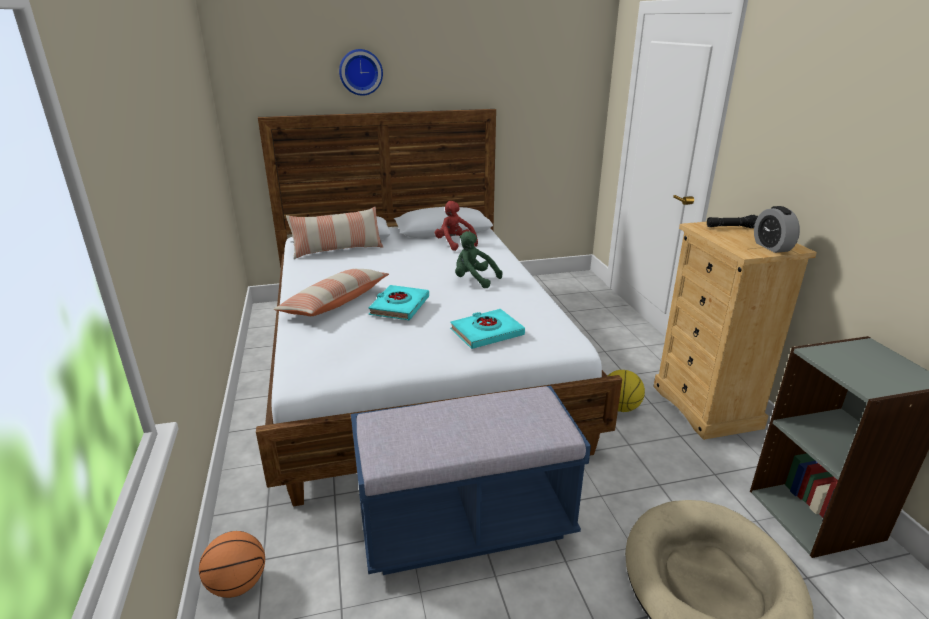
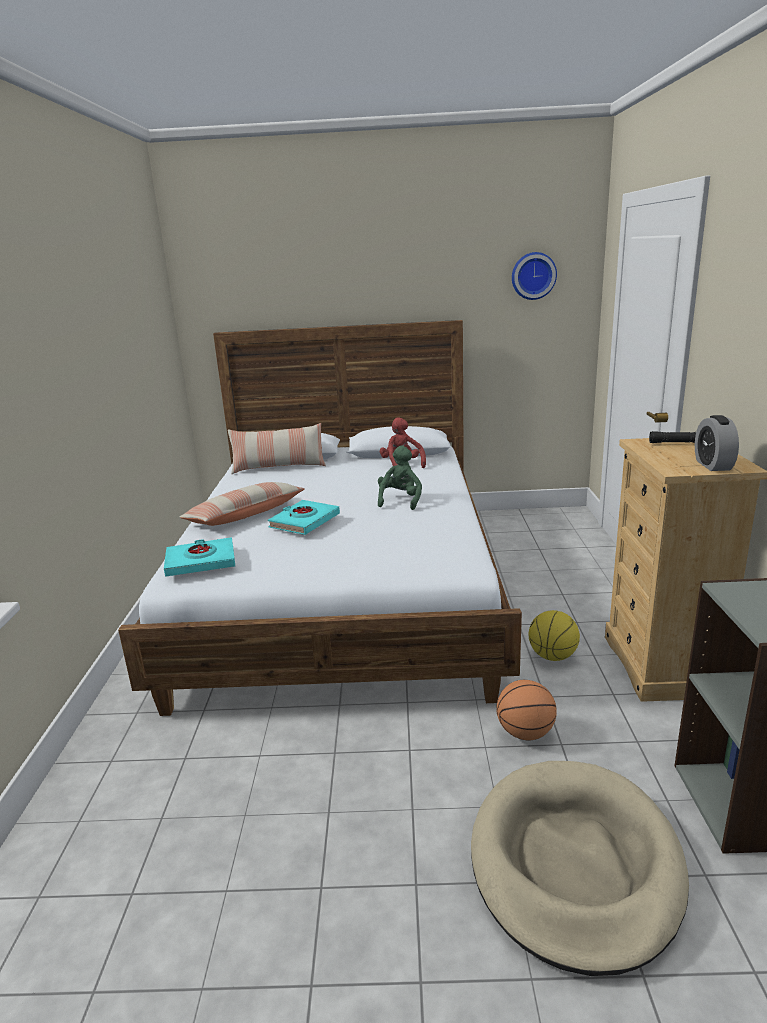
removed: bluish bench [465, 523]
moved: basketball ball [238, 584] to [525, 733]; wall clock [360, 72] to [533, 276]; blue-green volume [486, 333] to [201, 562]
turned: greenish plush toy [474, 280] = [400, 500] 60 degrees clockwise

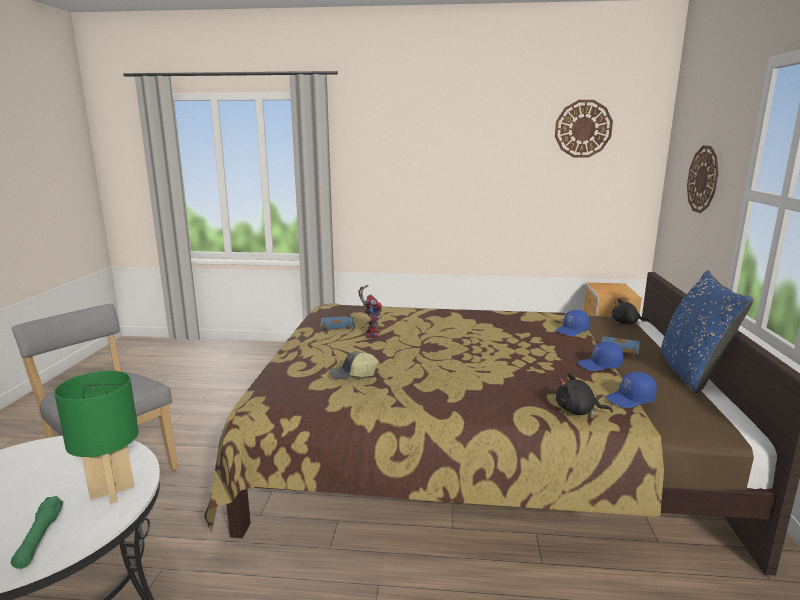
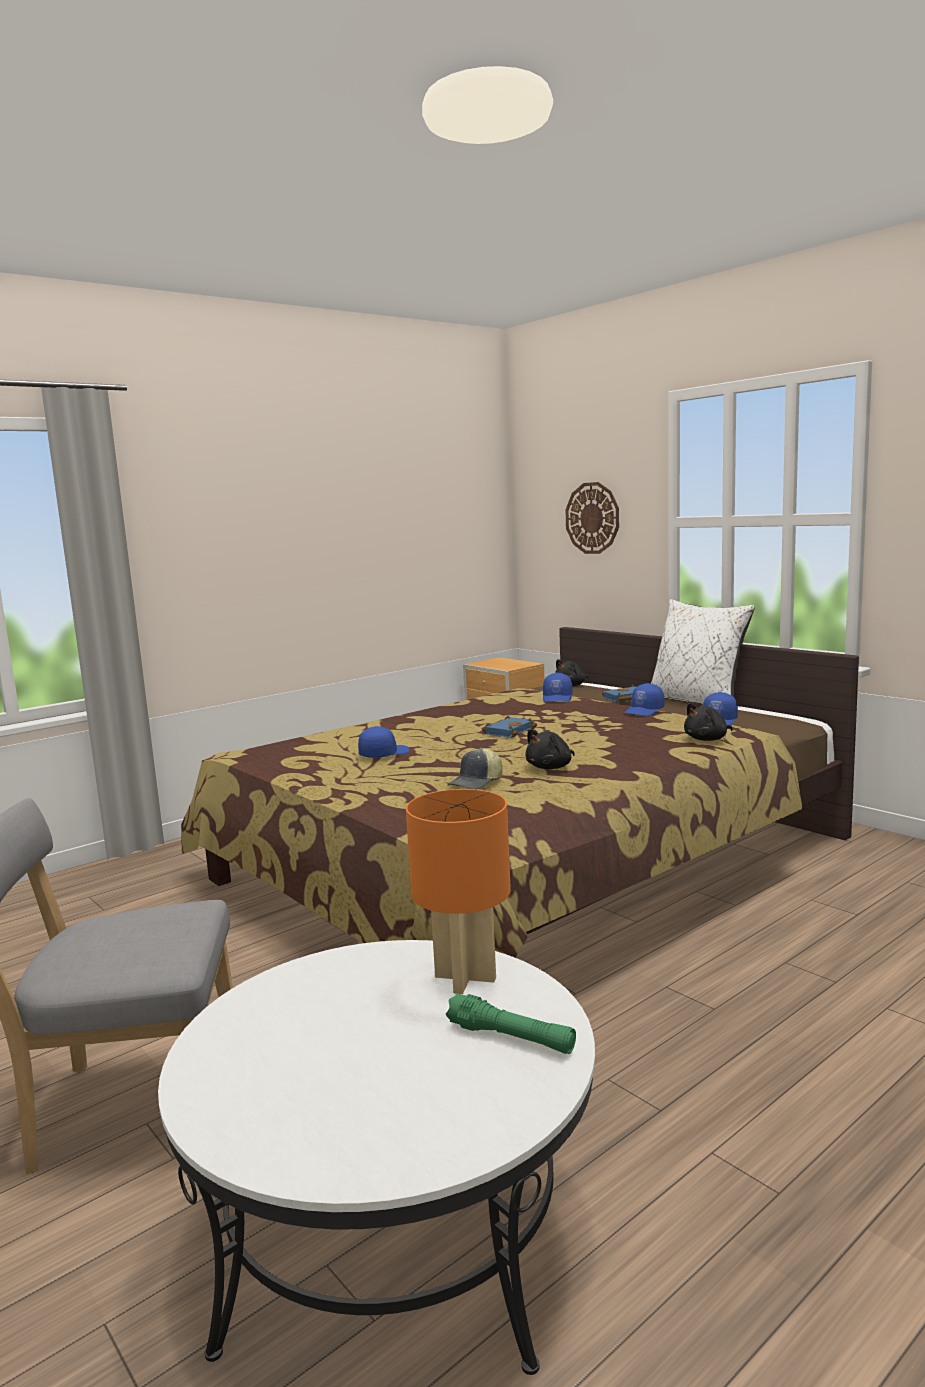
removed: wall clock [583, 129]
added: black plush toy [551, 767]
moved: bluish volume [337, 325] to [508, 731]
replaced: model robot [371, 334] to bluish peaked cap [384, 754]
recoloured: greenish lamp for a table [111, 492] to orangey lamp for a table [465, 978]; bluish cushion [691, 372] to whitish cushion [697, 700]

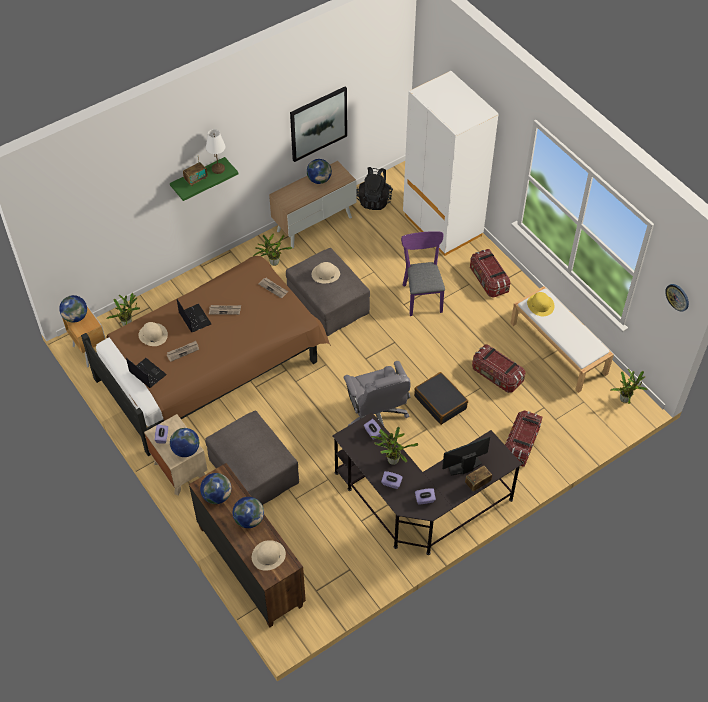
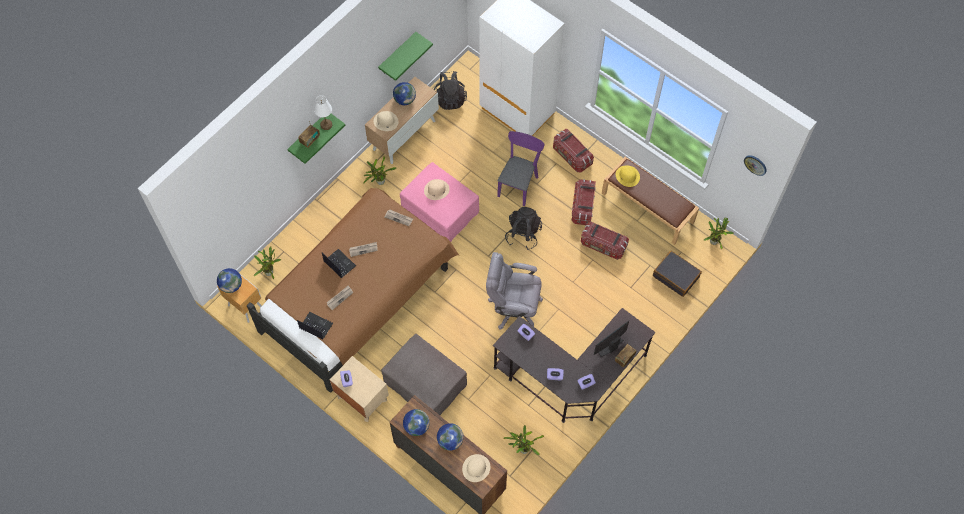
removed: world globe [186, 450]
added: black backpack [523, 234]
moved: beige clothing hat [153, 335] to [385, 121]; plant in a pot [392, 459] to [523, 449]; black travel case [440, 402] to [676, 276]; storage box [521, 444] to [583, 207]
replaced: wall art [318, 123] to greenish wall shelf [397, 54]
recoloured: gray ottoman [327, 303] to pinkish ottoman [439, 211]; whitish bench [559, 348] to brownish bench [648, 207]
turned: gray office chair [377, 416] = [513, 307] 135 degrees clockwise; purple-coloured plain chair [422, 295] = [519, 183] 45 degrees clockwise

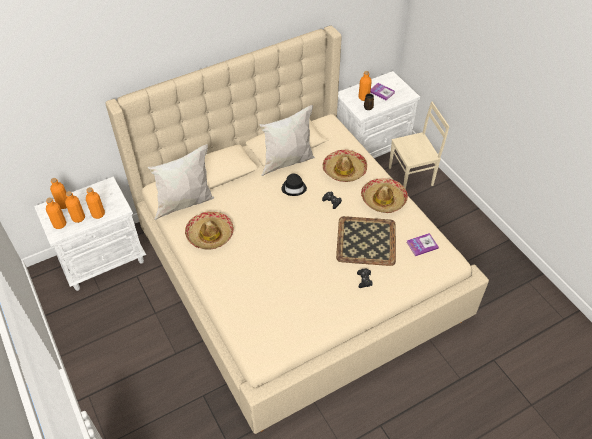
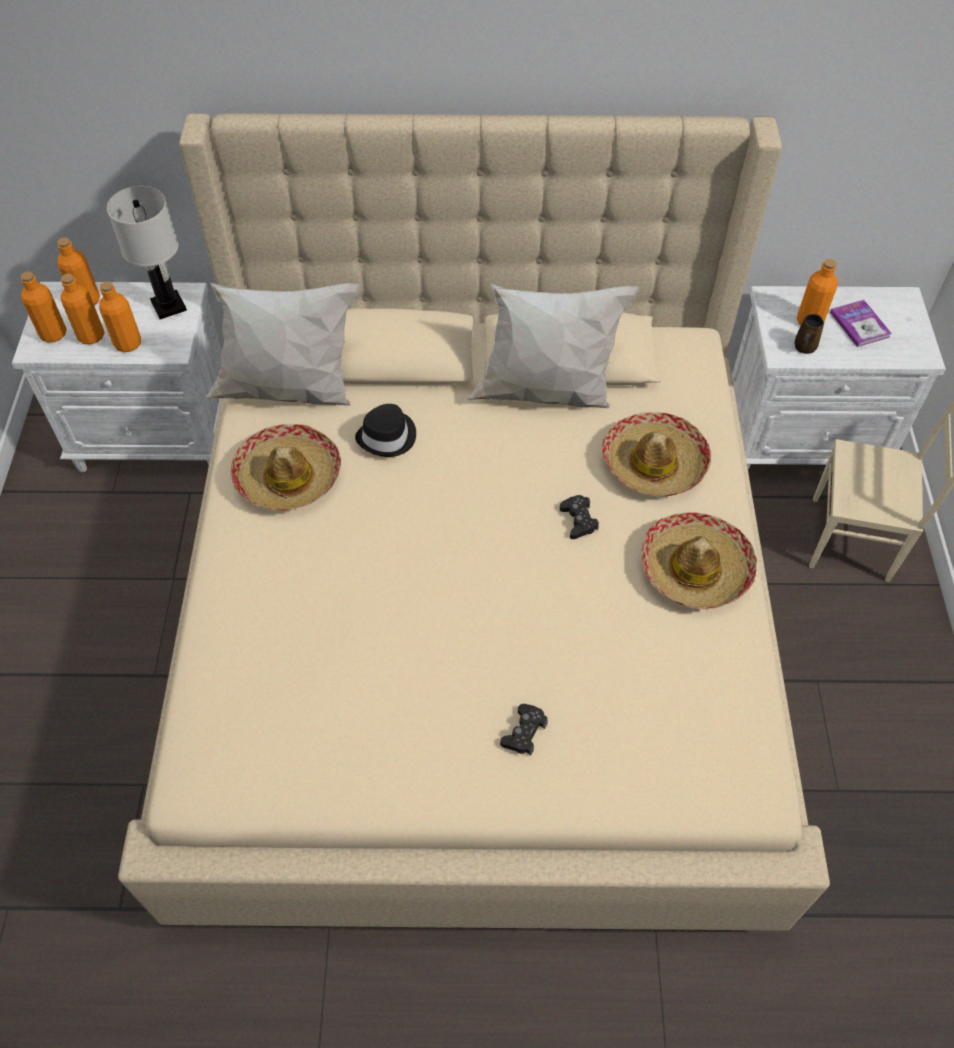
removed: serving tray [365, 240]; volume [422, 245]
added: whitish lamp for a table [168, 306]
moved: black clothing hat [294, 188] to [388, 437]

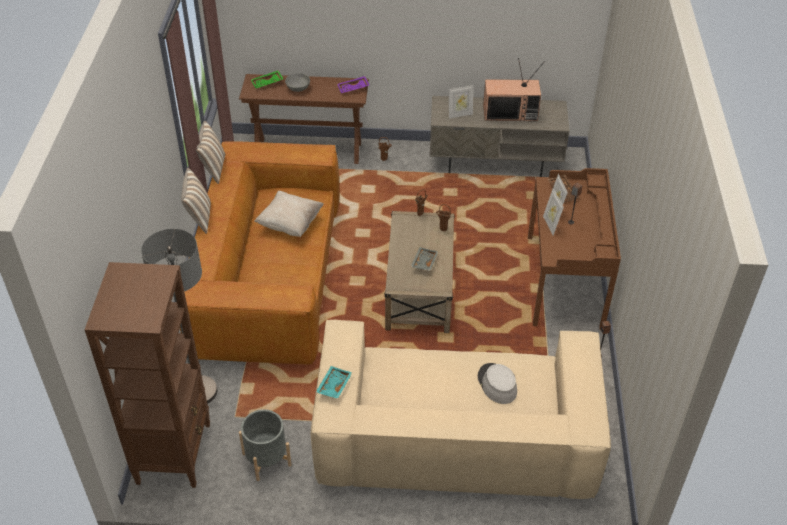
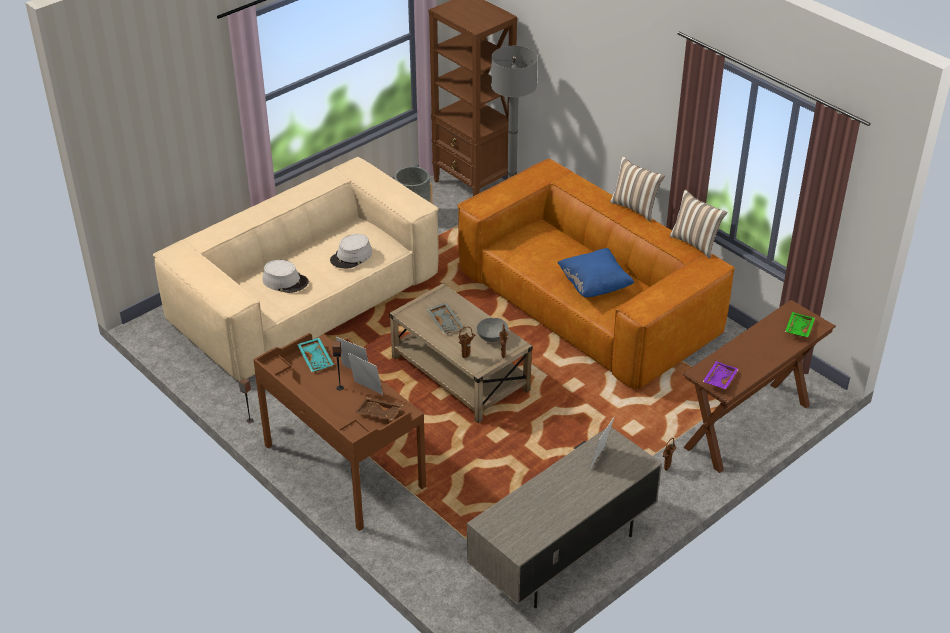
removed: television [510, 112]
added: gray clothing hat [351, 257]
moved: gray serving bowl [298, 88] to [492, 337]; blue-green serving tray [333, 385] to [316, 359]
recoloured: beige cushion [290, 224] to bluish cushion [594, 285]

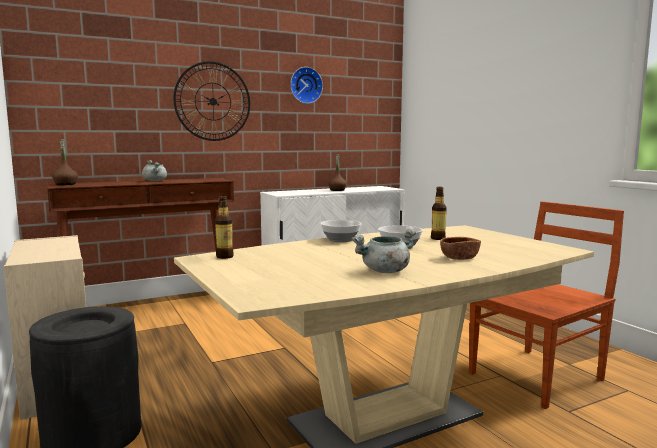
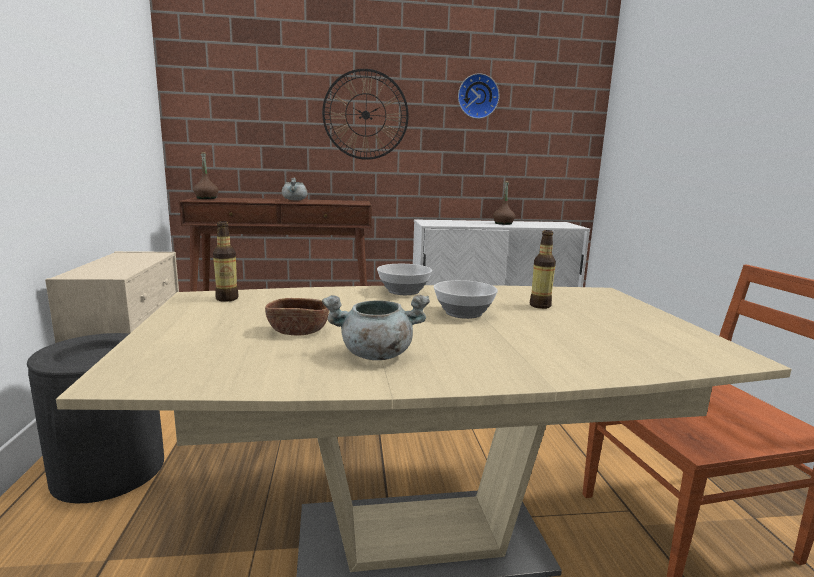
moved: brownish serving bowl [459, 258] to [298, 331]

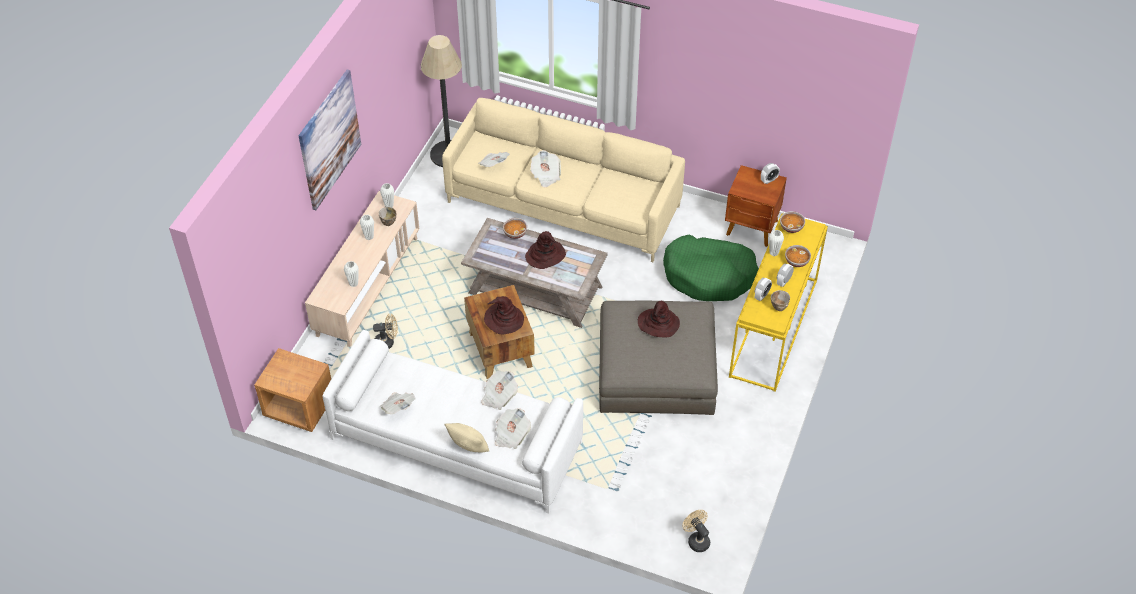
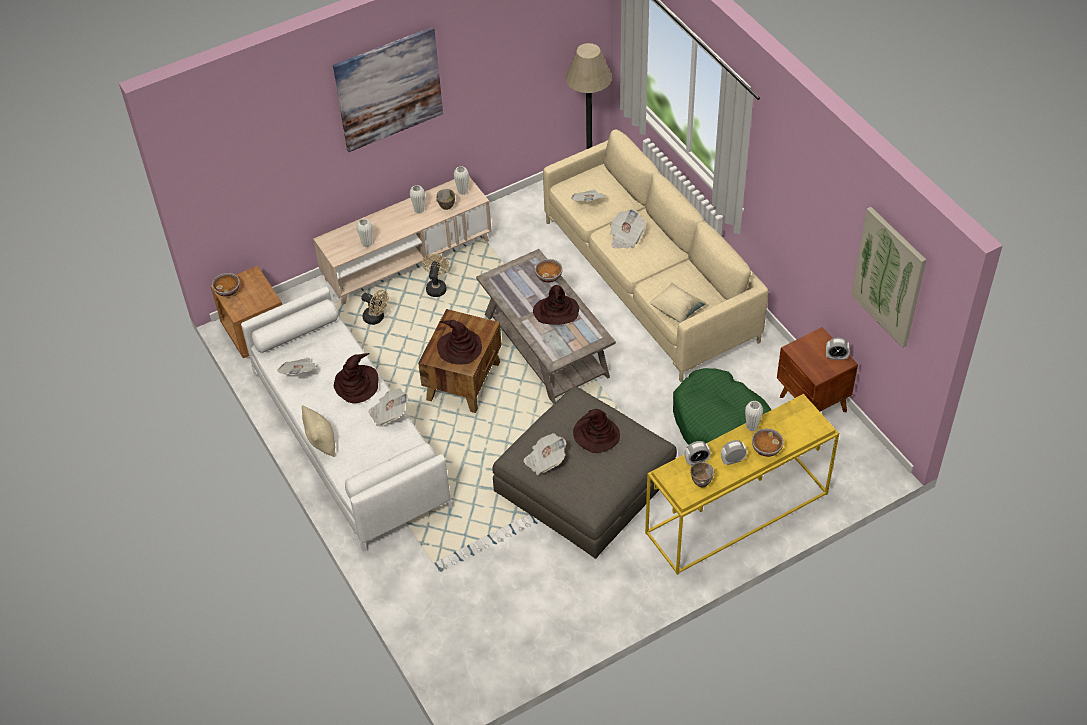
added: brownish clothing hat [356, 384]; beige cushion [676, 310]; wall art [889, 277]
moved: printed paper [511, 435] to [545, 460]; beige fan [696, 540] to [436, 287]; serving bowl [791, 227] to [228, 290]

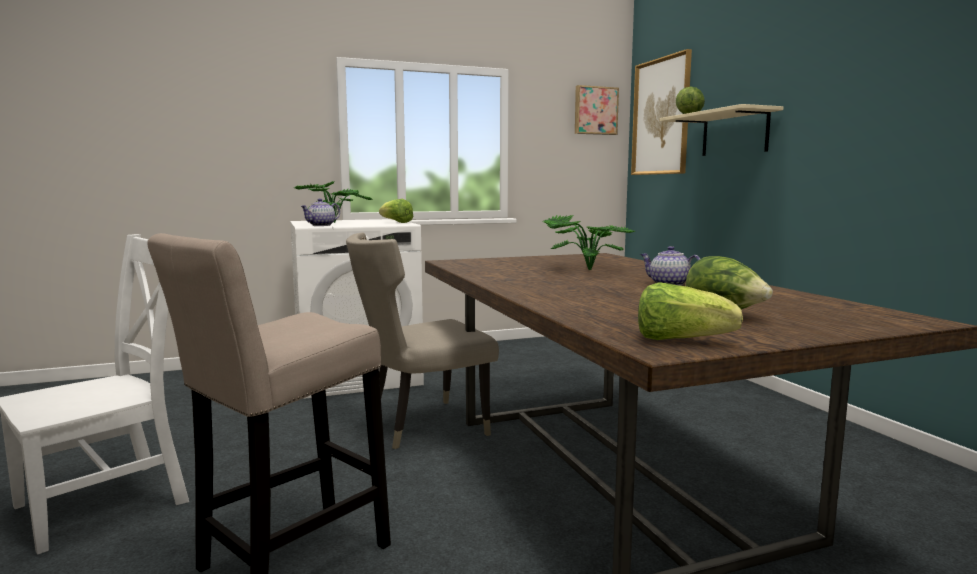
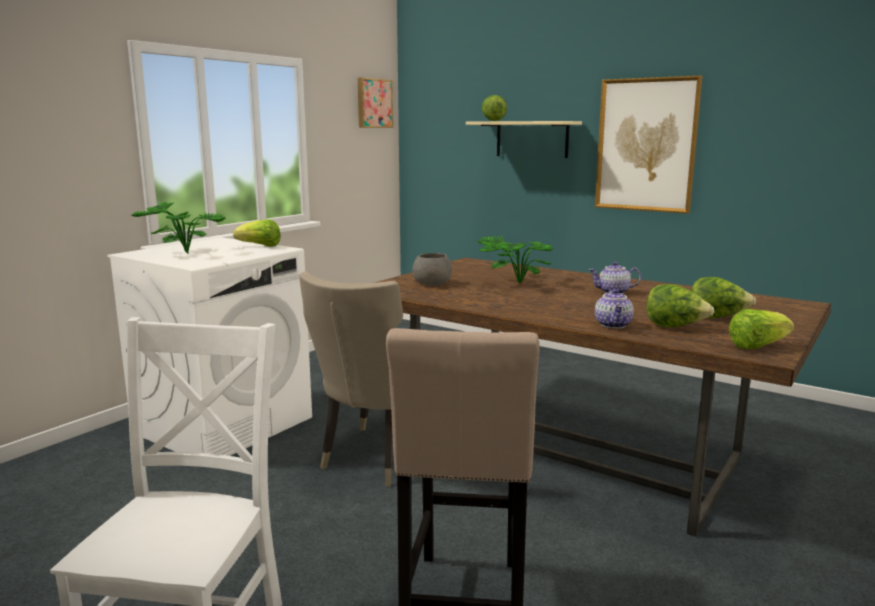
added: gray serving bowl [432, 284]; lettuce [675, 327]
moved: tea pot [321, 225] to [614, 325]; wall art [661, 117] to [646, 145]

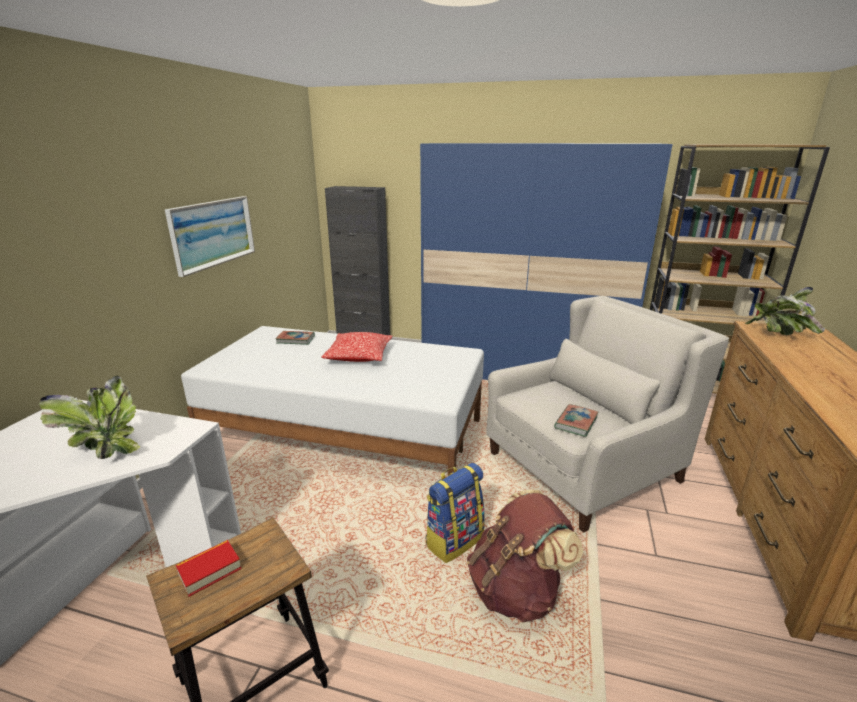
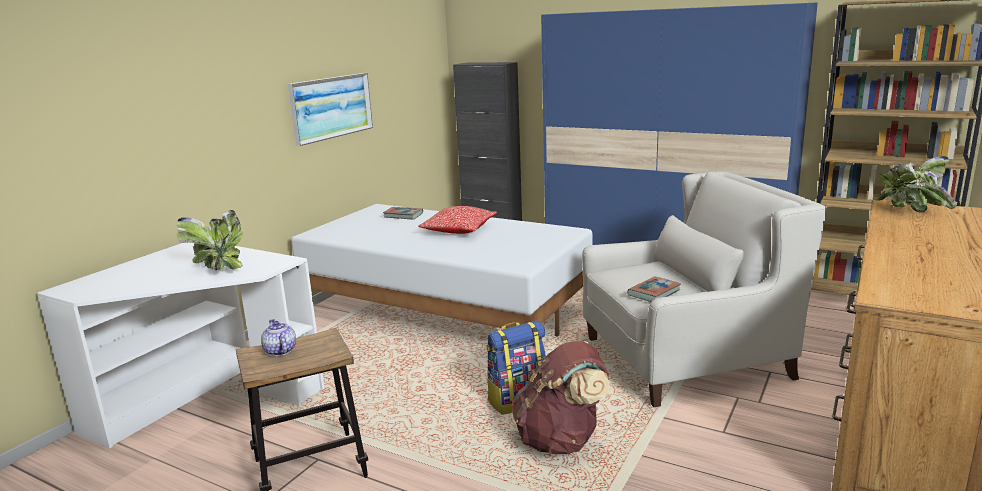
replaced: volume [209, 571] to tea pot [280, 351]

